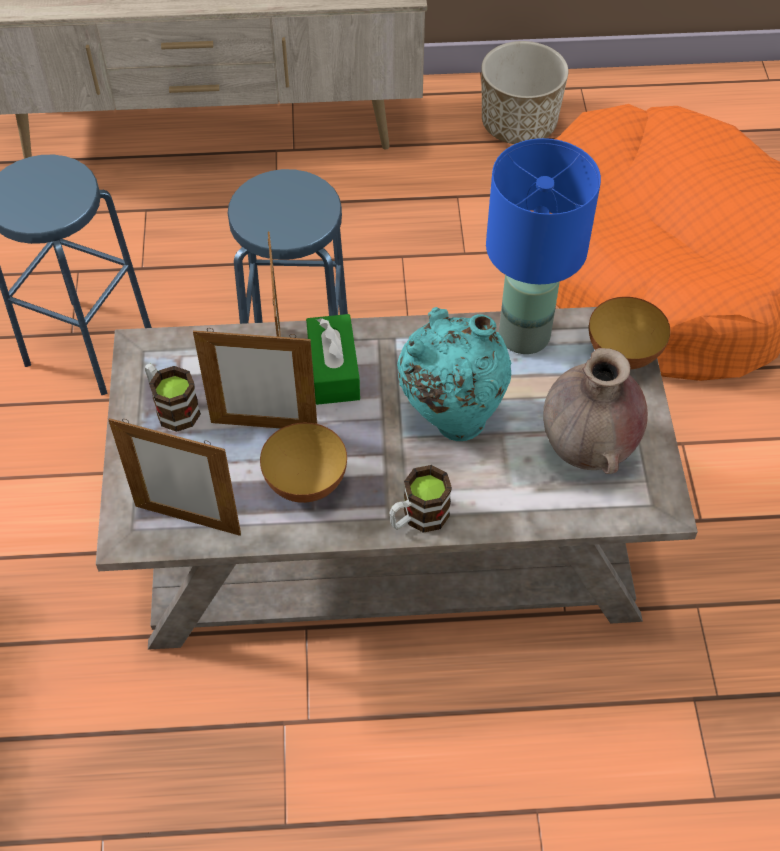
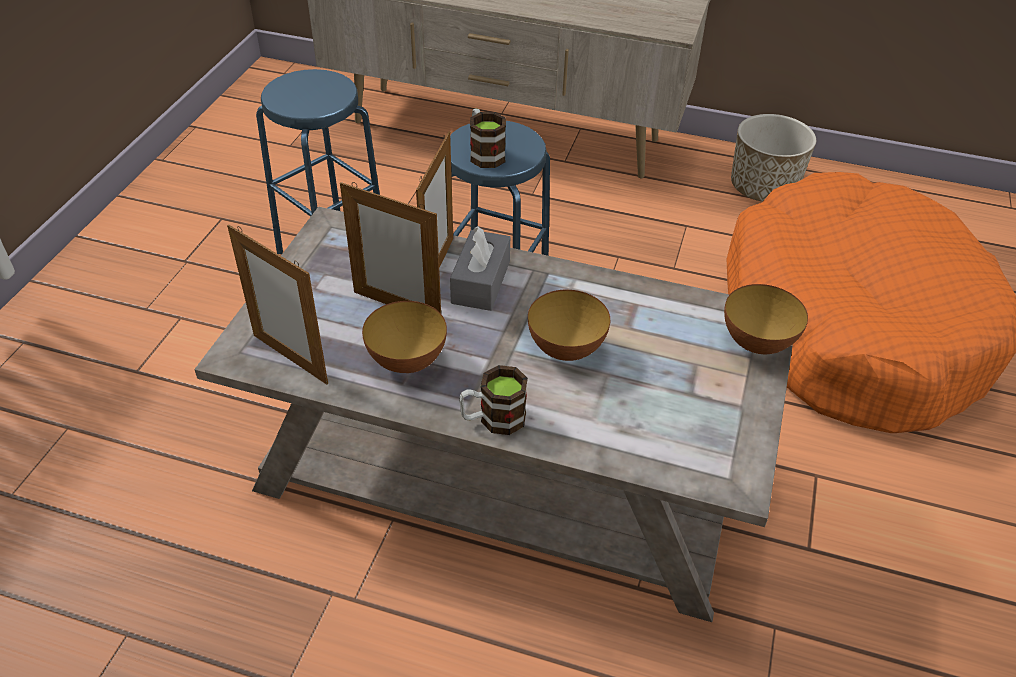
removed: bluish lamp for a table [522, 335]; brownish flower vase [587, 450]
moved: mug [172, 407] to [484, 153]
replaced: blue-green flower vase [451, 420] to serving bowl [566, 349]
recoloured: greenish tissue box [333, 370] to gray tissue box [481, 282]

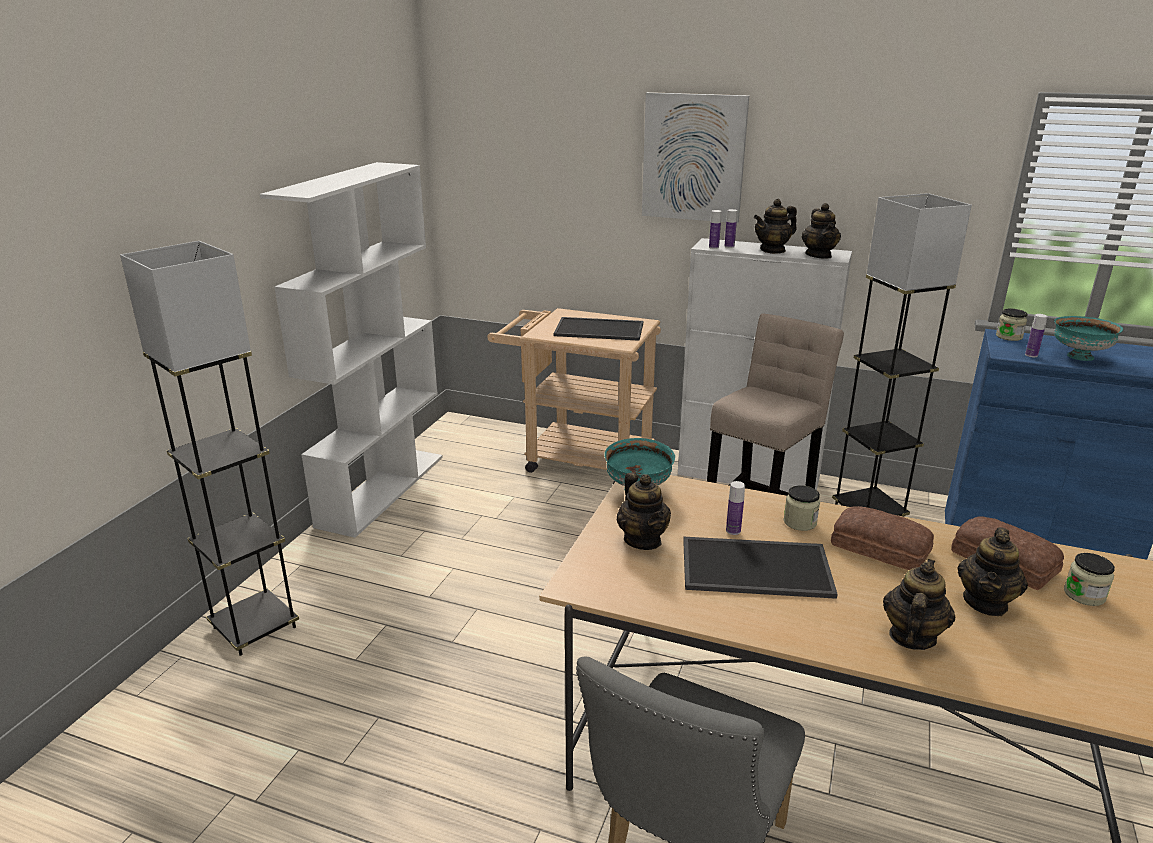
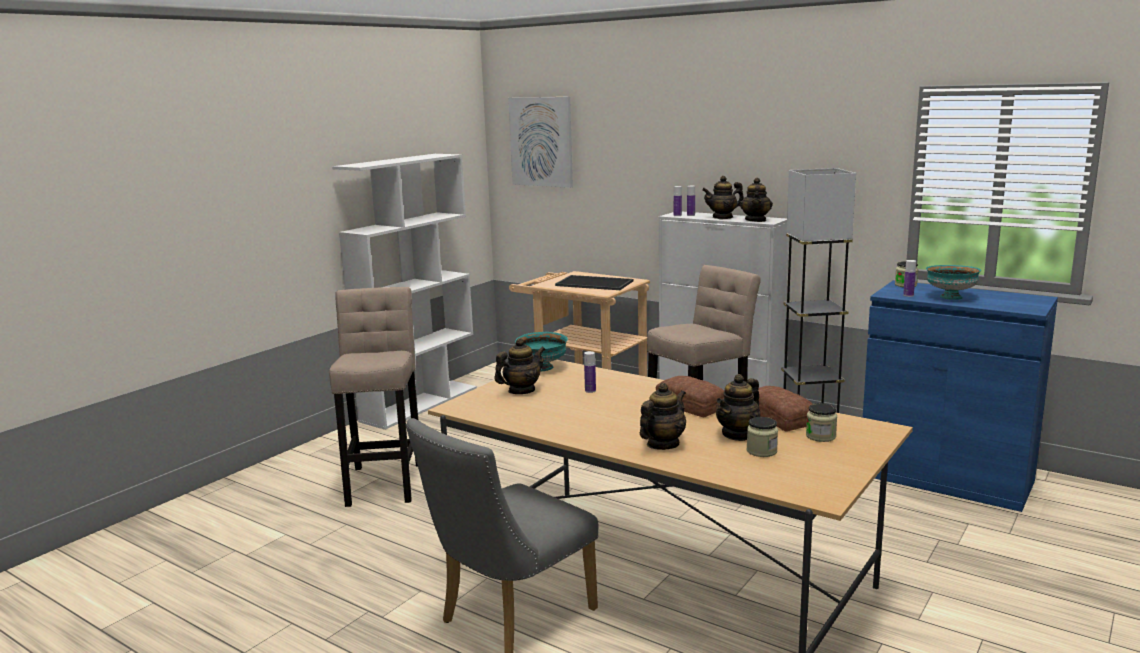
removed: gray standard lamp [254, 627]; serving tray [757, 566]
added: beige stool [385, 481]
moved: wall art [693, 157] to [541, 141]; preserve jar [800, 522] to [761, 451]
turned: tea pot [643, 540] = [521, 391] 120 degrees counterclockwise

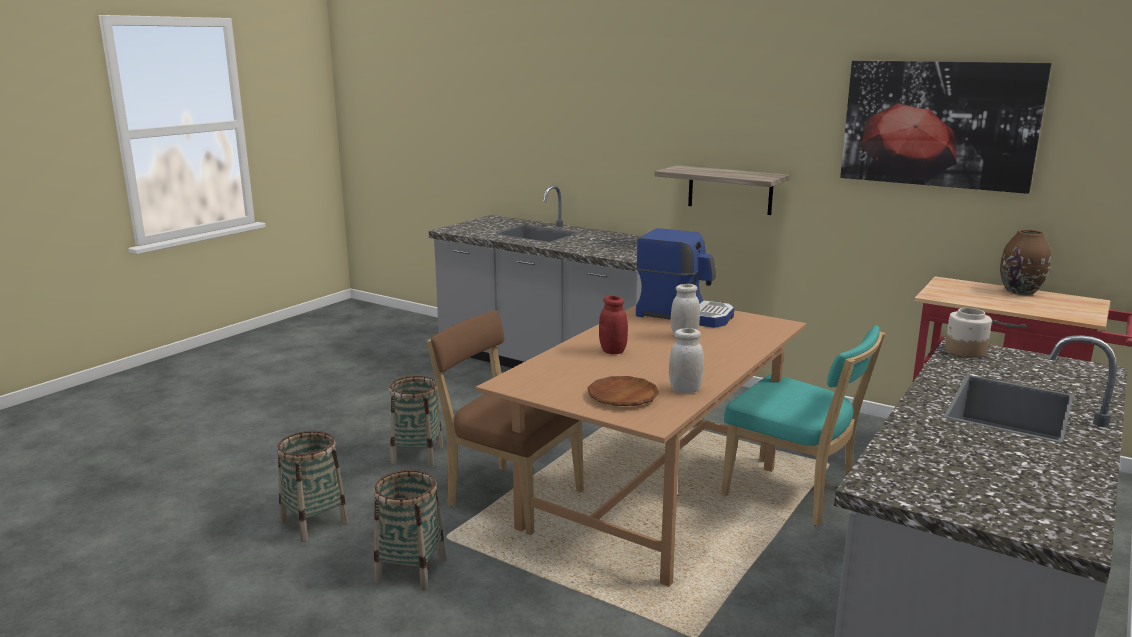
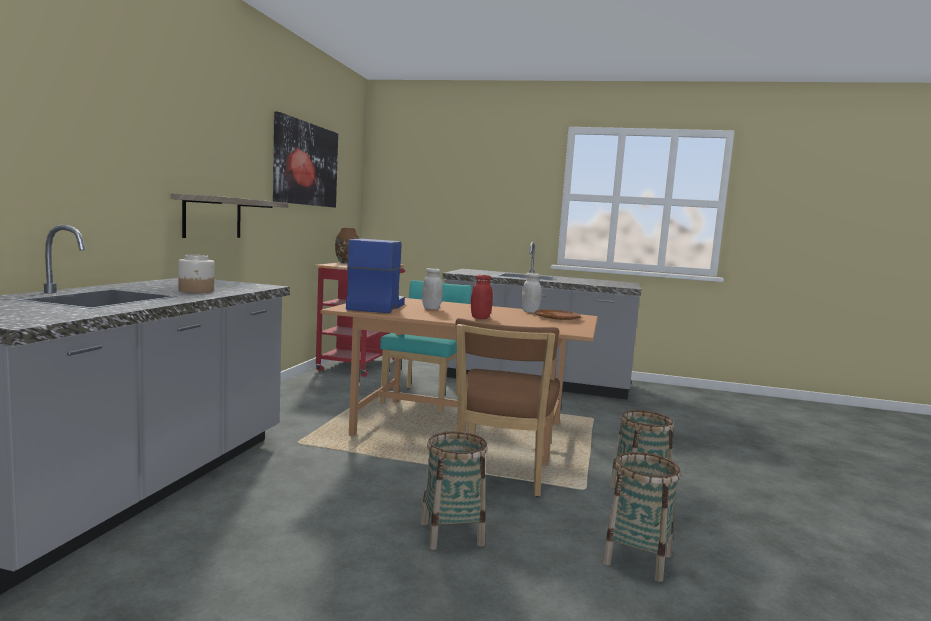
moved: preserve jar [965, 351] to [196, 291]

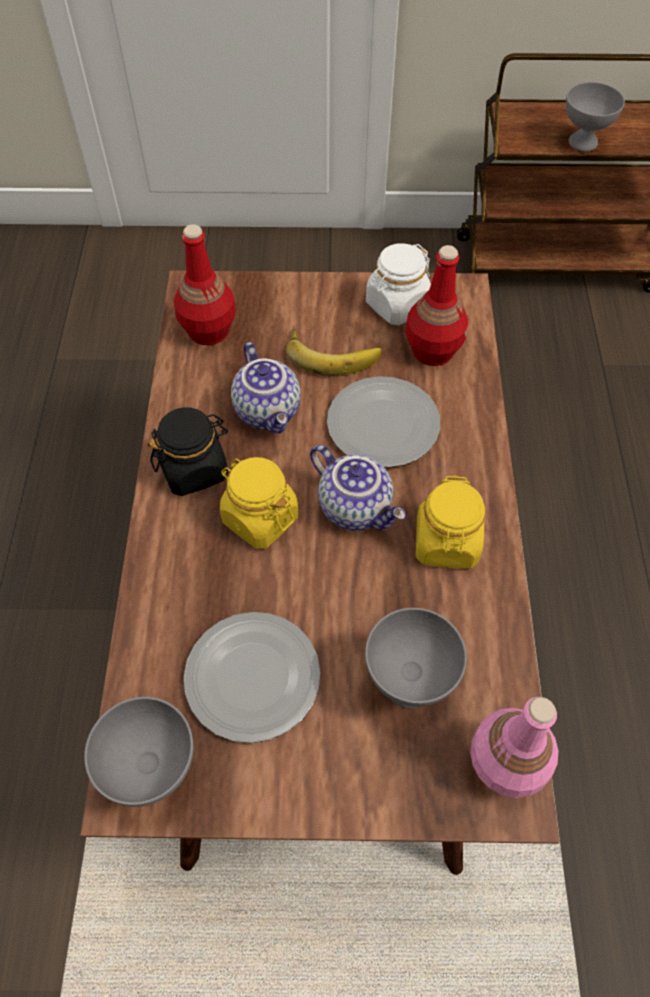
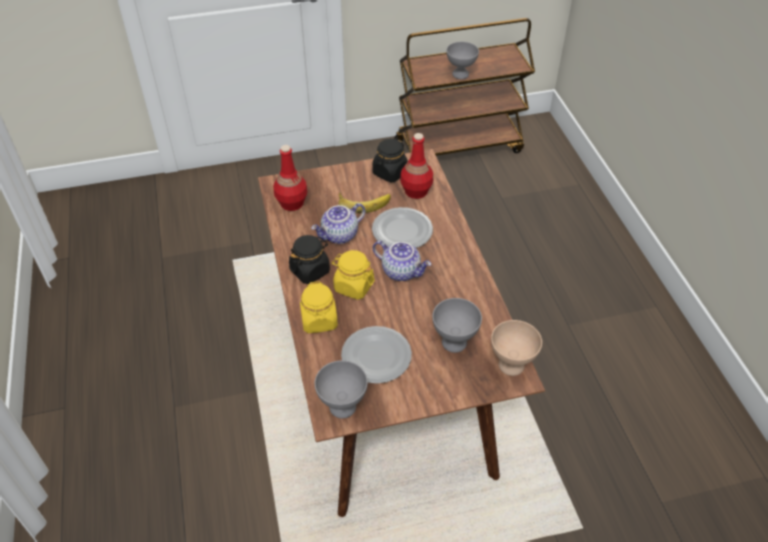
moved: yellow preserve jar [446, 543] to [319, 320]
replaced: pinkish beverage bottle [504, 764] to beige serving bowl [510, 365]
recoloured: whitish preserve jar [397, 305] to black preserve jar [390, 173]
turned: tea pot [269, 411] = [340, 236] 90 degrees clockwise

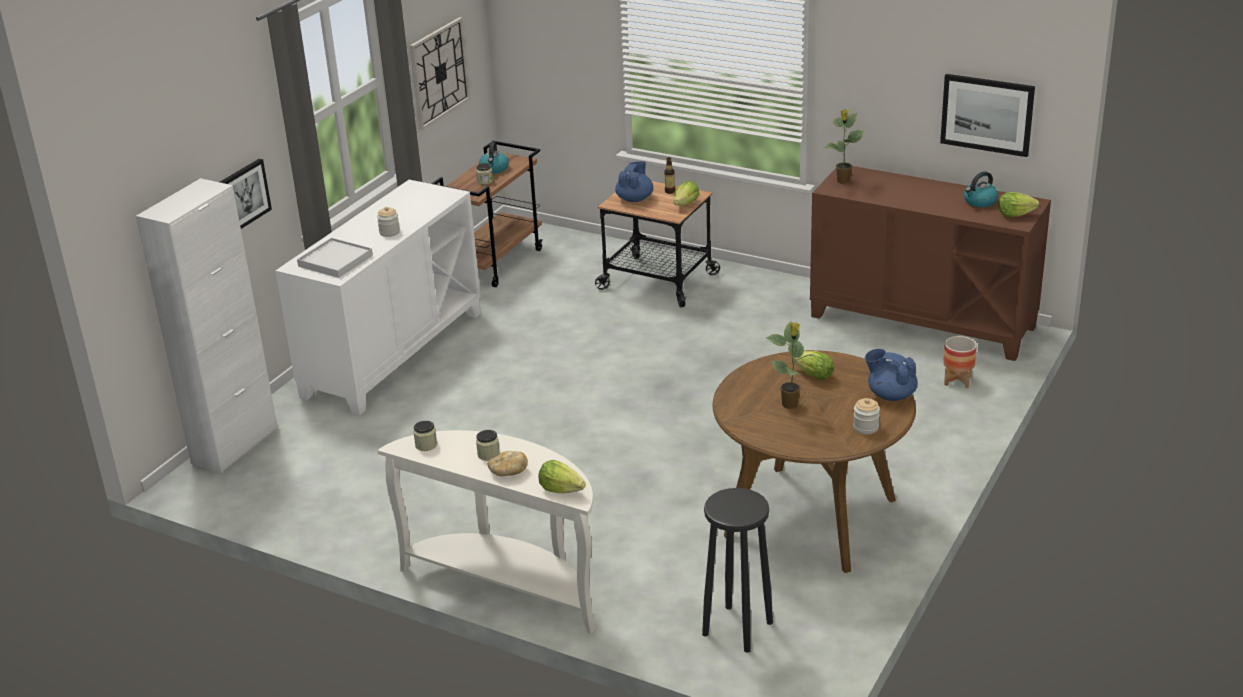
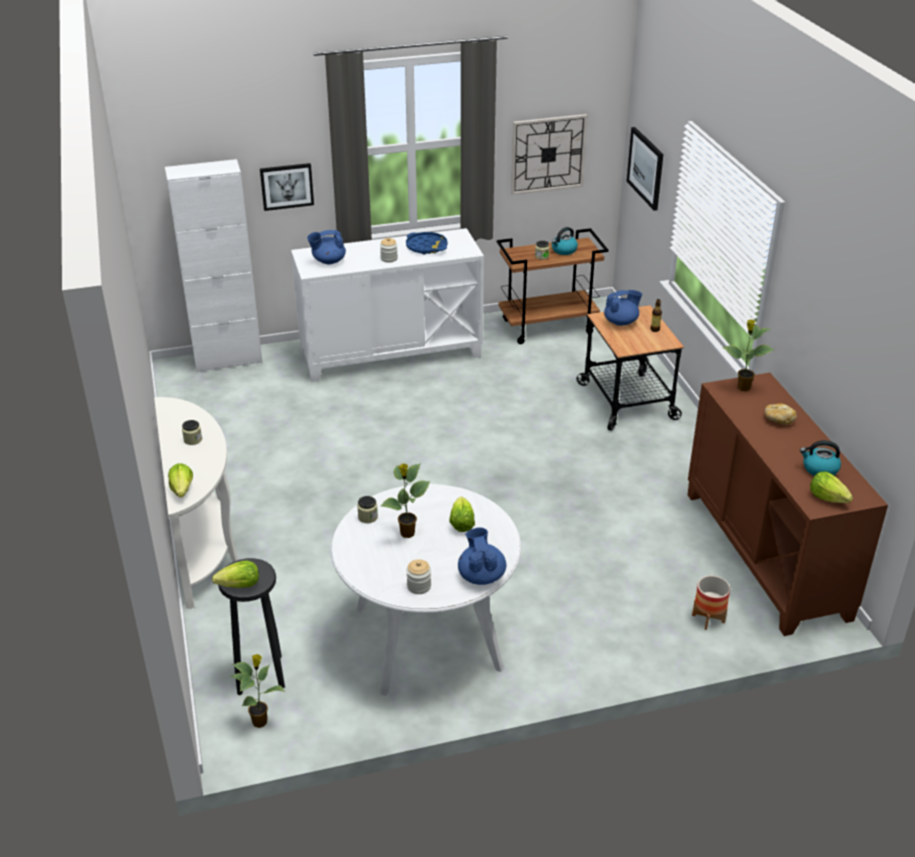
added: plant in a pot [261, 721]; bluish serving tray [426, 247]
moved: preserve jar [426, 445] to [368, 517]; bread [508, 472] to [778, 420]; lettuce [686, 204] to [240, 585]; wall art [987, 114] to [646, 168]
replaced: whitish serving tray [335, 261] to bluish tea pot [328, 261]
recoloured: brownish dining table [810, 517] to whitish dining table [428, 638]

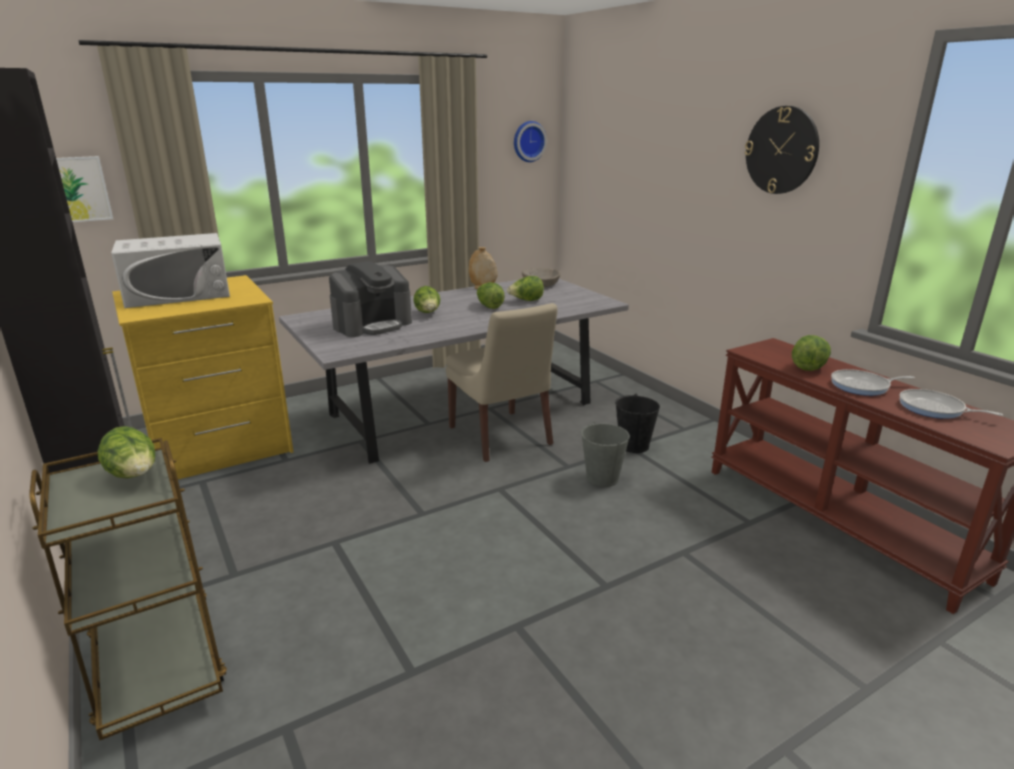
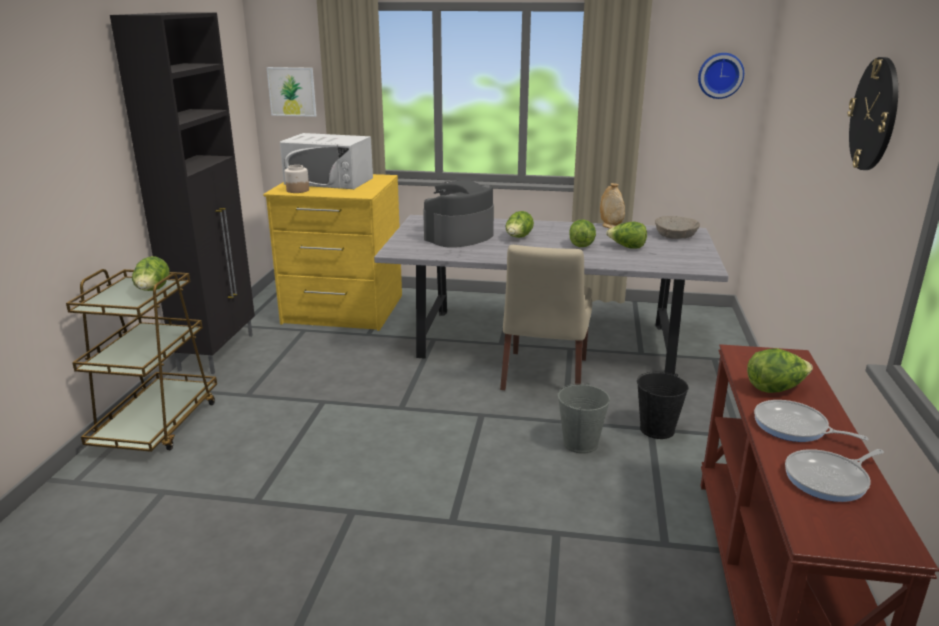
added: preserve jar [297, 190]
turned: coffee maker [372, 324] = [459, 237] 135 degrees clockwise; pan [934, 409] = [829, 479] 105 degrees counterclockwise

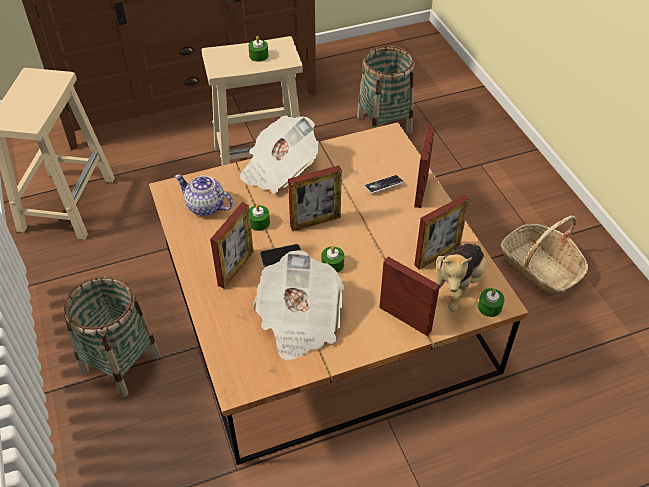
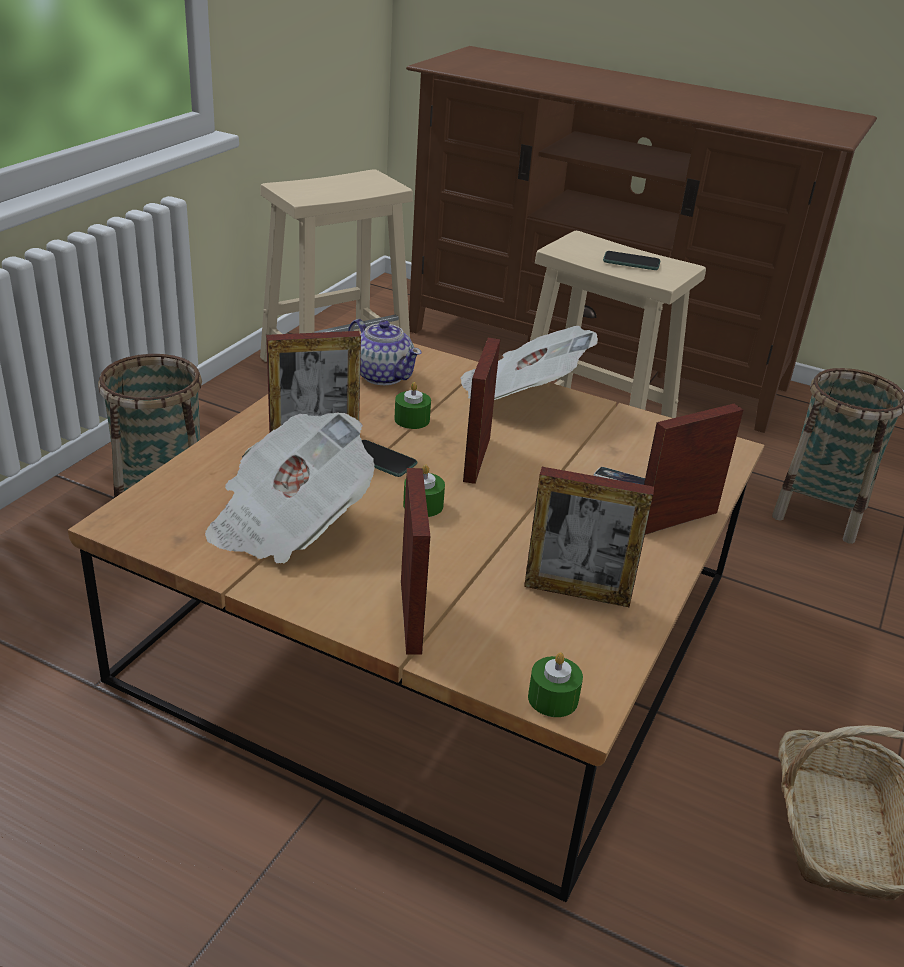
removed: plush toy [456, 286]
replaced: greenish wax light [258, 56] to handset [631, 262]
turned: tea pot [206, 207] = [382, 375] 150 degrees clockwise; picture frame [315, 222] = [477, 459] 75 degrees clockwise

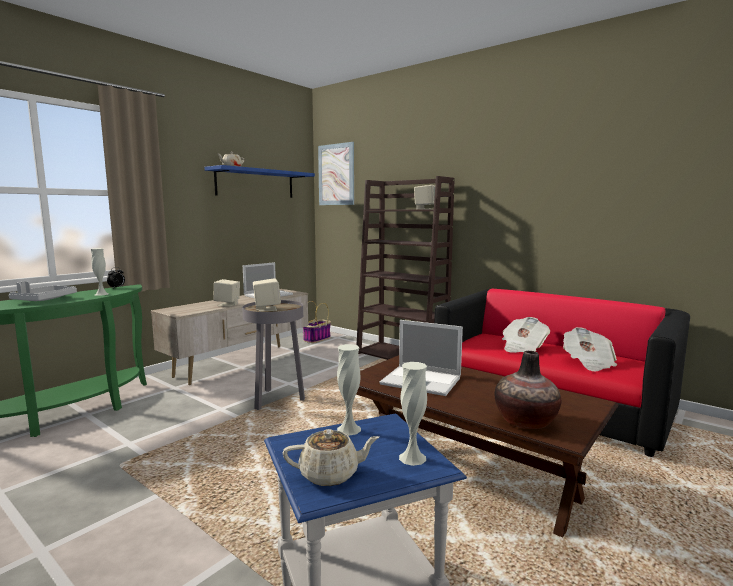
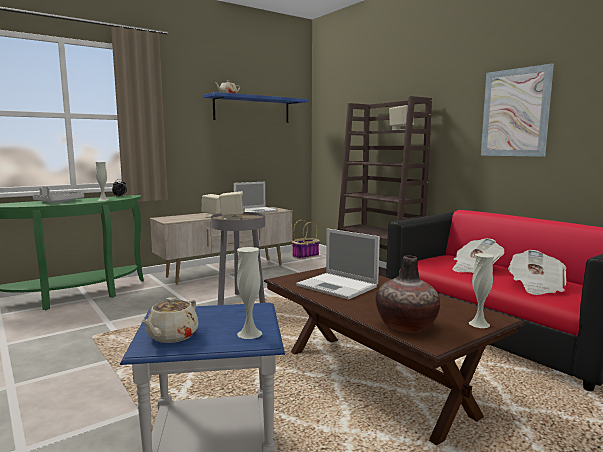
moved: wall art [336, 174] to [515, 113]; whitish flower vase [349, 429] to [479, 324]
turned: beige tea pot [330, 474] = [171, 336] 105 degrees clockwise

